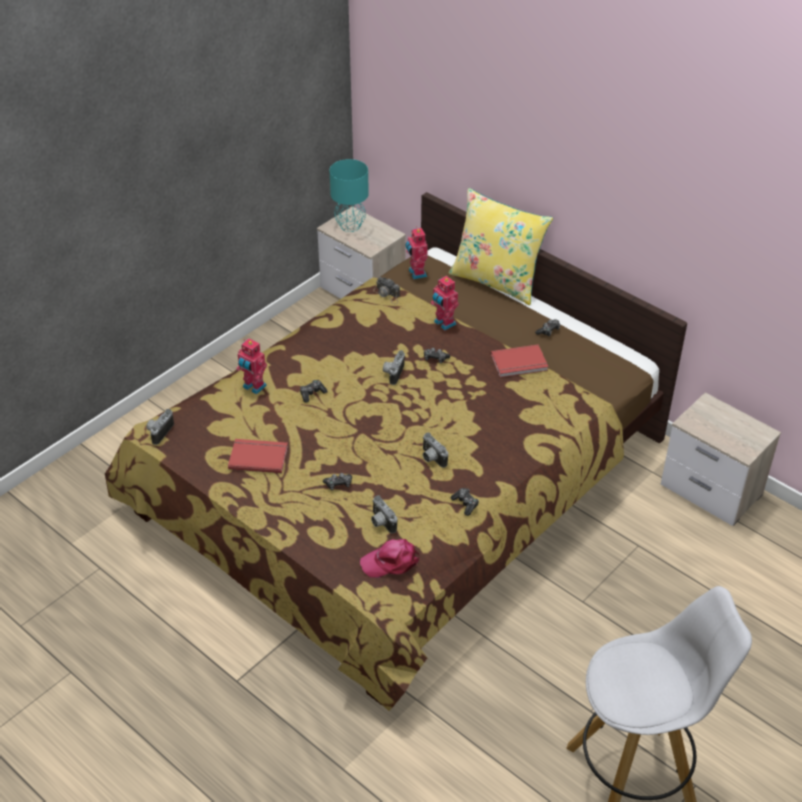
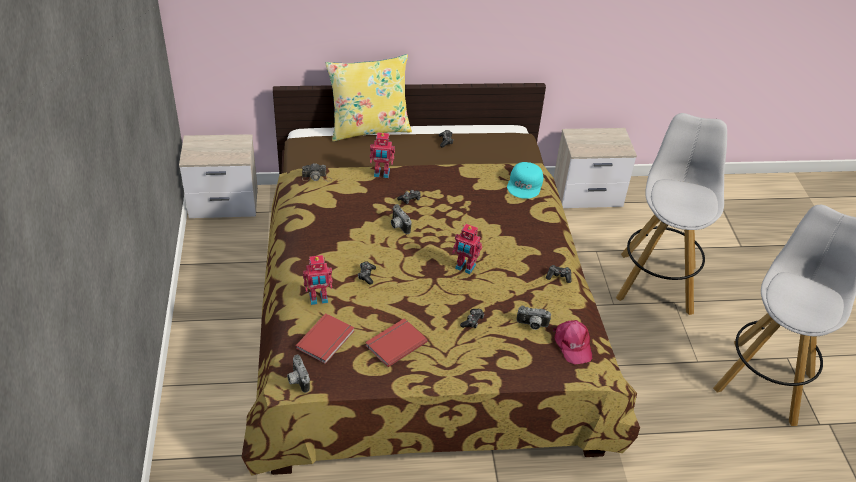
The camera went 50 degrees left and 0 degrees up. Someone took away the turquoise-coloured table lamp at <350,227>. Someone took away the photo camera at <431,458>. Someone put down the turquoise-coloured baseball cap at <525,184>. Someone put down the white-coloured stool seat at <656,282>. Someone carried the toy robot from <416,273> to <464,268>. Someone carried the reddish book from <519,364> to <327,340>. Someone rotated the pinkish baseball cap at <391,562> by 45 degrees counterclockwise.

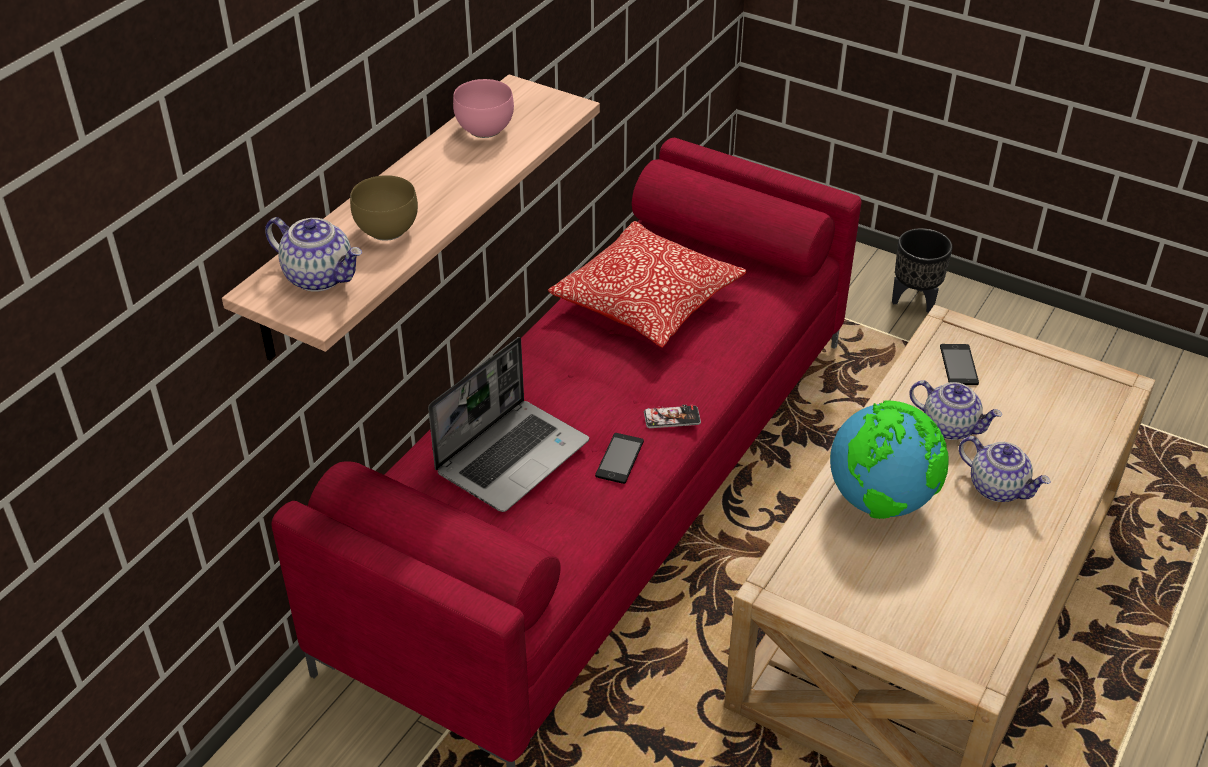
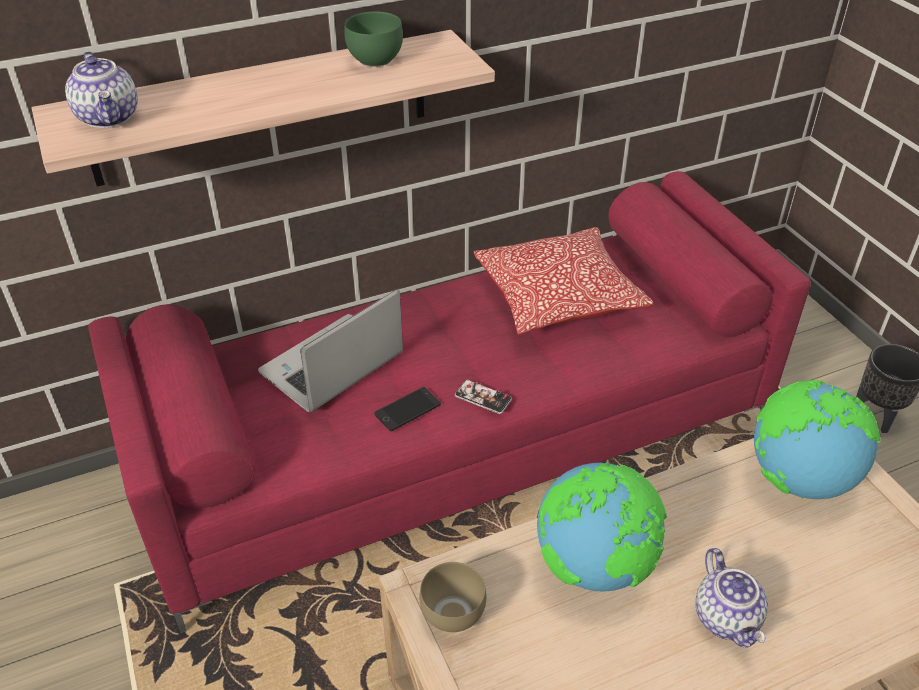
The camera went 35 degrees right and 0 degrees up. Someone took away the teapot at <950,427>. Someone carried the brownish deep dish from <384,230> to <450,613>. Someone swapped the phone at <958,365> for the world globe at <797,479>. Someone repainted the pinkish deep dish at <486,130>, which became the green-coloured deep dish at <376,61>. Someone rotated the portable computer at <512,456> by 150 degrees clockwise.

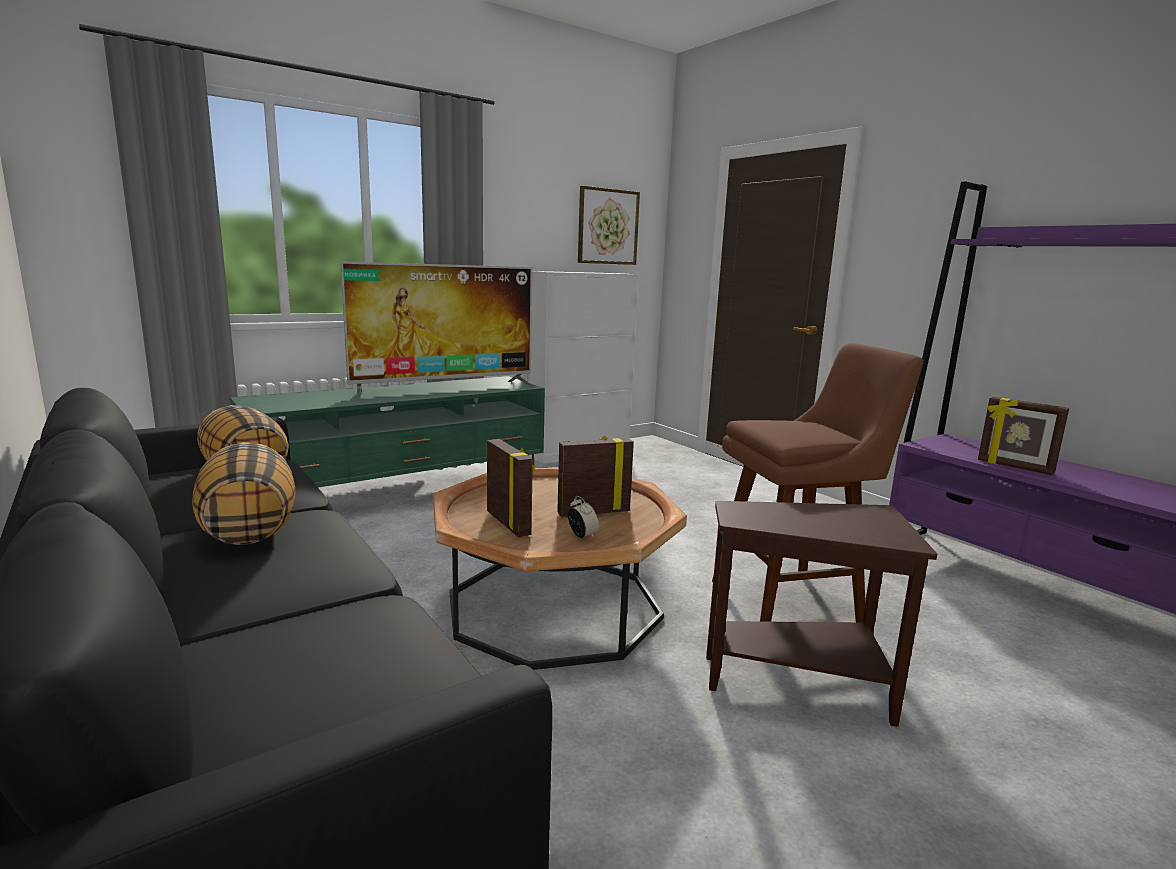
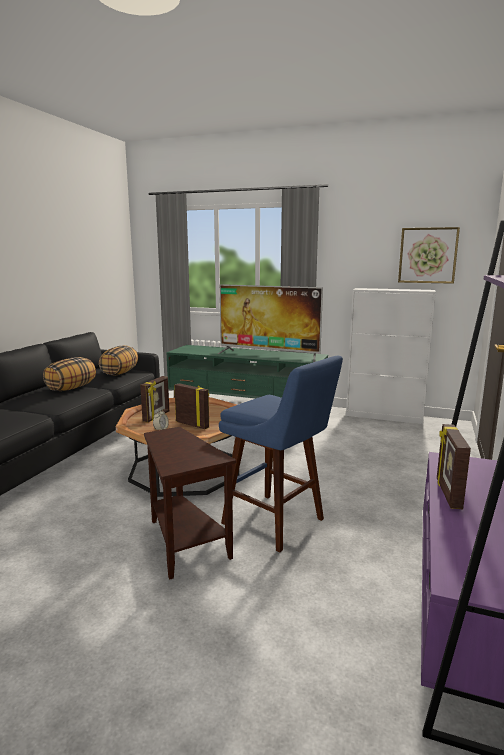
The camera went 55 degrees right and 0 degrees up. Someone repainted the brownish stool seat at <793,601>, which became the blue stool seat at <278,523>.

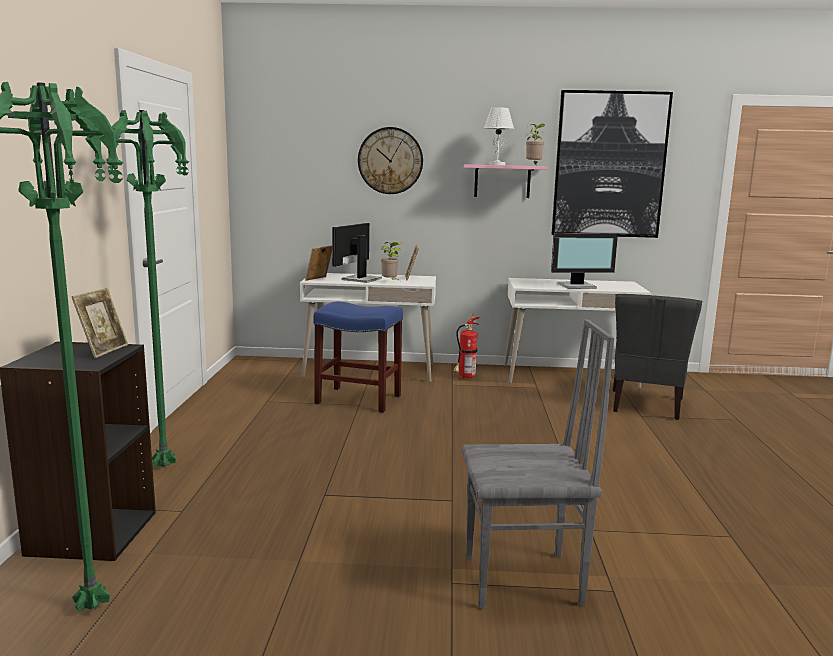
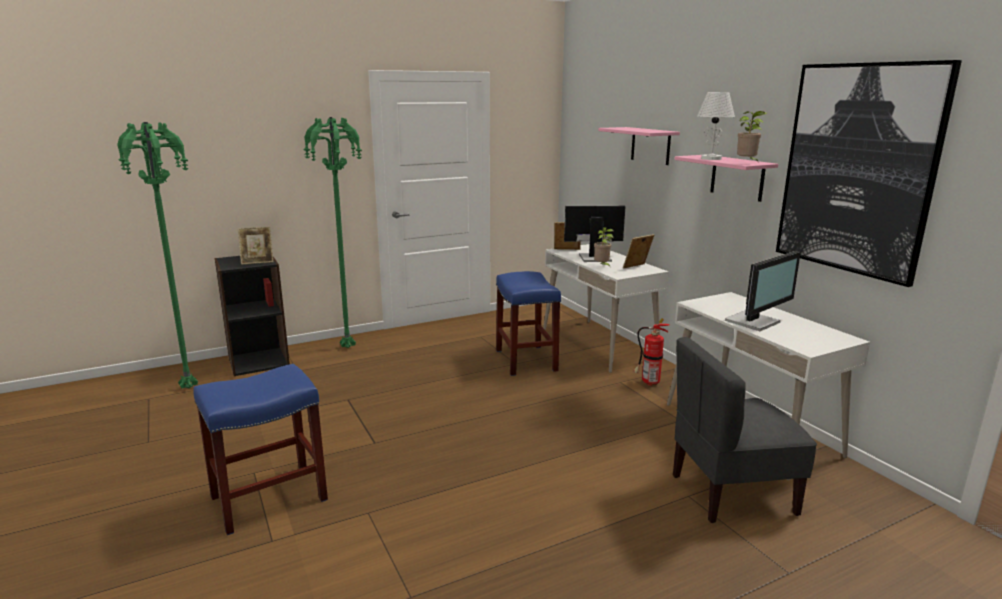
The camera went 60 degrees right and 5 degrees up. Someone swapped the wall clock at <390,161> for the pinkish bracket shelf at <650,145>. Someone swapped the grey upright chair at <524,581> for the blue stool seat at <268,499>. Someone rotated the computer display at <578,286> by 90 degrees counterclockwise.

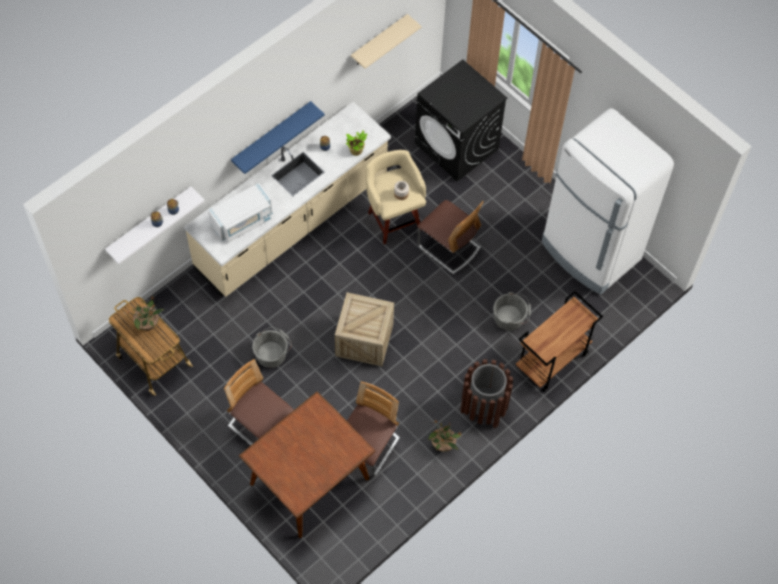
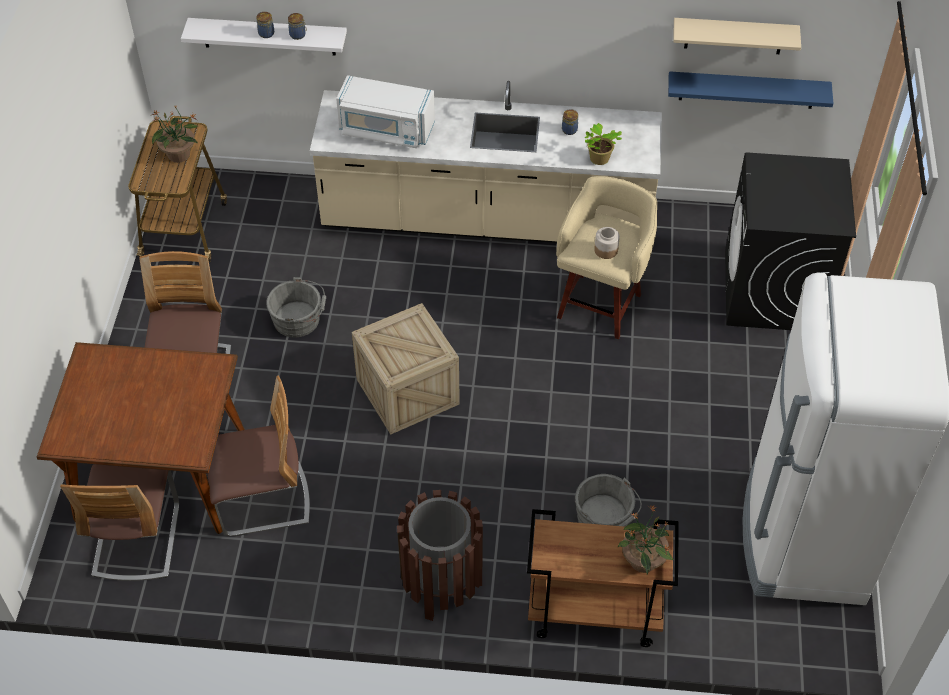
The camera went 50 degrees right and 10 degrees down. Someone carried the blue bracket shelf from <271,136> to <747,90>. Someone carried the upright chair from <448,247> to <136,540>. Someone carried the potted plant from <443,445> to <643,561>.

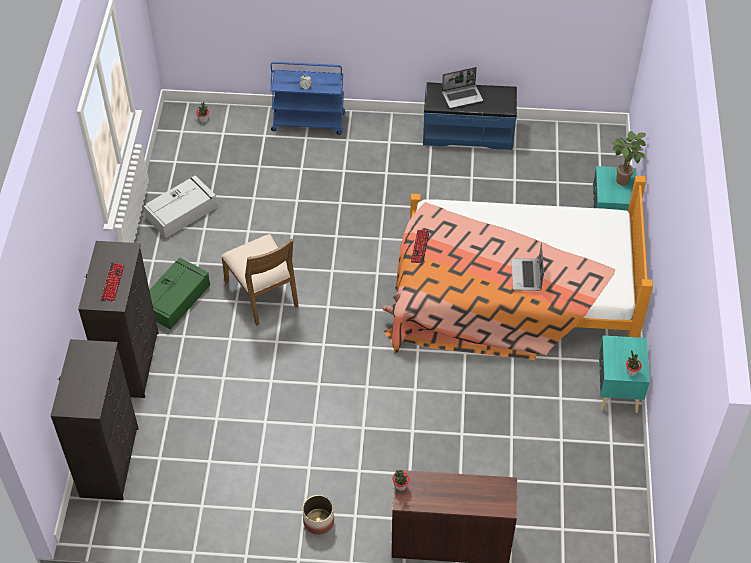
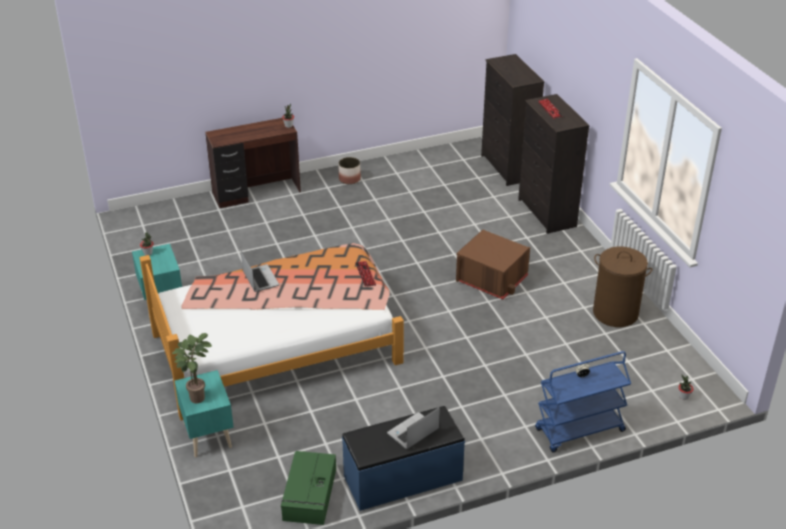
The camera went 155 degrees right and 15 degrees down. Someone carried the green-coloured storage bin from <176,298> to <309,495>. Someone swapped the grey storage bin at <182,212> for the brownish laundry basket at <615,313>. Someone swapped the brownish upright chair at <263,294> for the brownish storage bin at <491,278>.

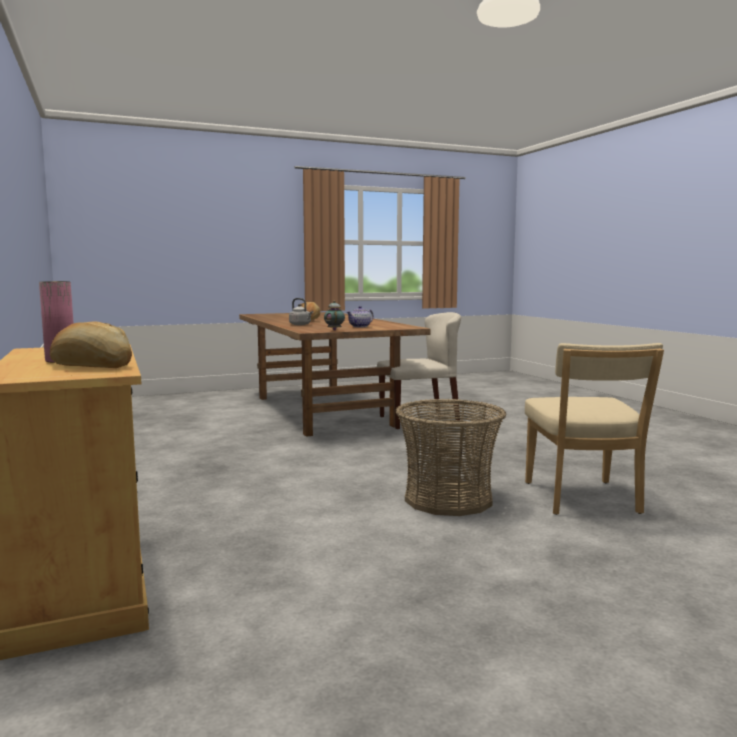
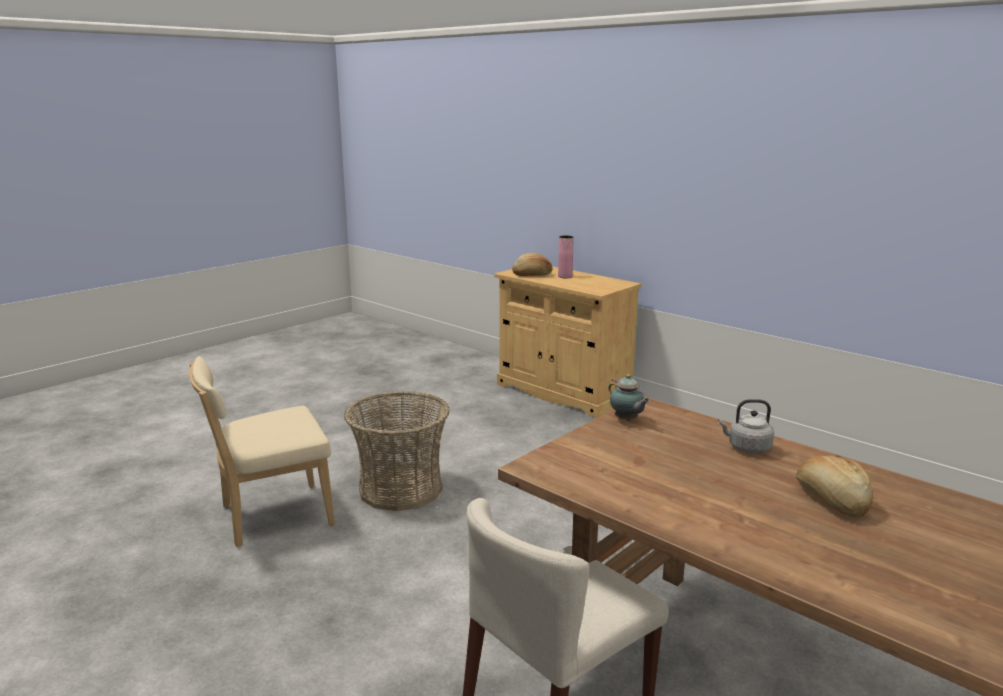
The camera went 155 degrees right and 10 degrees up. Someone took away the teapot at <360,326>. Someone rotated the beige-coloured upright chair at <583,500> by 90 degrees counterclockwise.

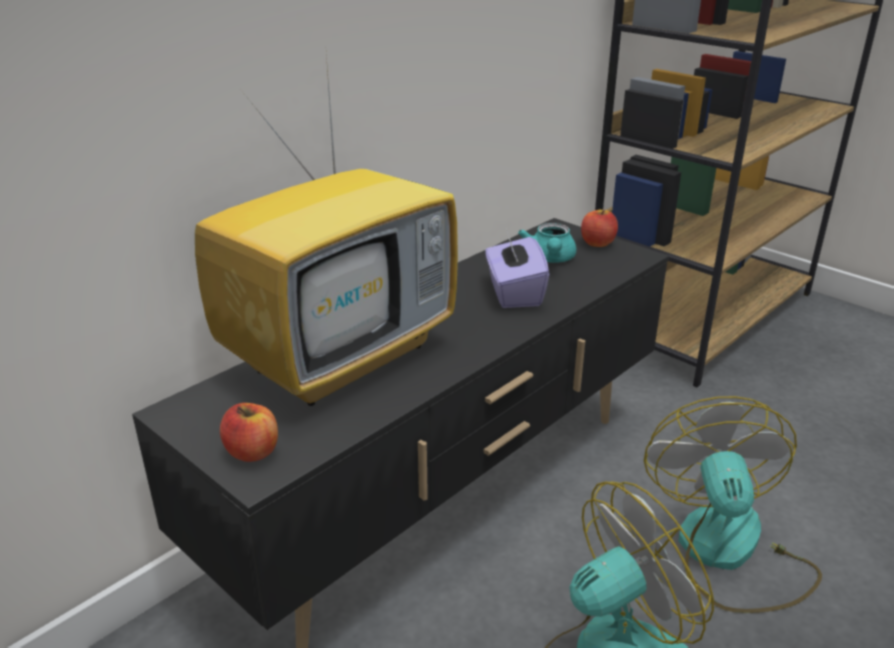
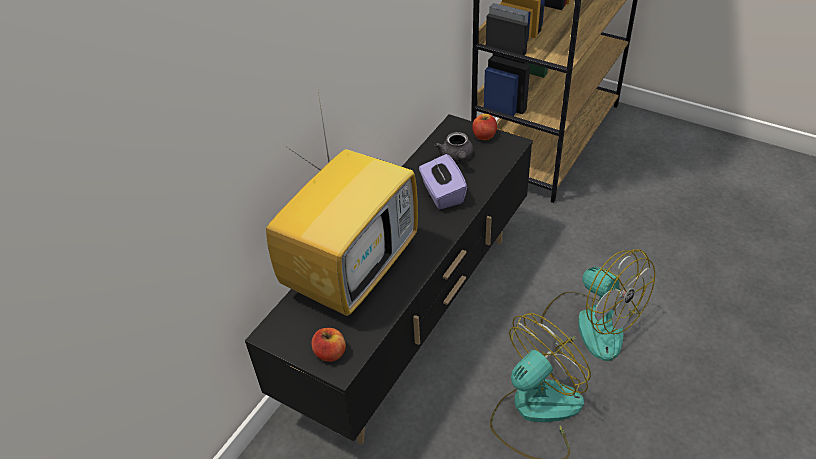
The camera went 10 degrees left and 15 degrees up. Someone repainted the turquoise-coloured teapot at <550,259>, which became the grey teapot at <457,157>. Someone rotated the electric fan at <727,553> by 150 degrees clockwise.

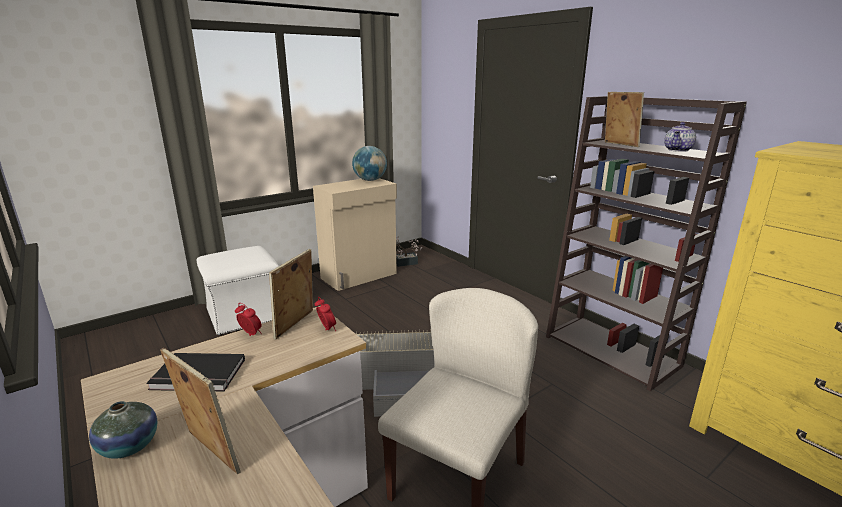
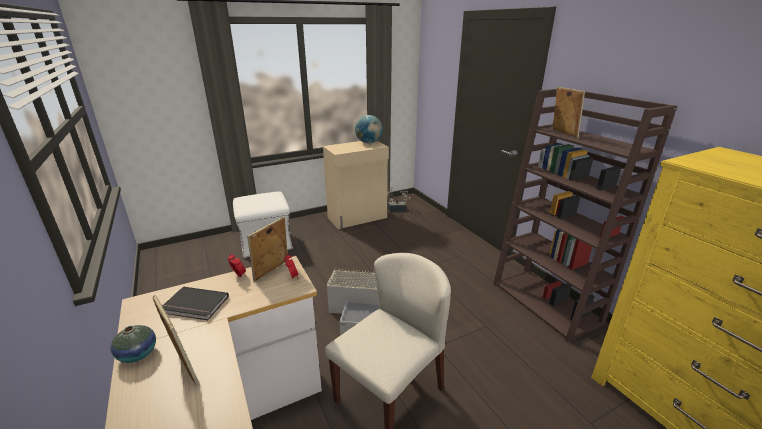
The camera went 10 degrees right and 5 degrees up. Someone took away the teapot at <678,150>.

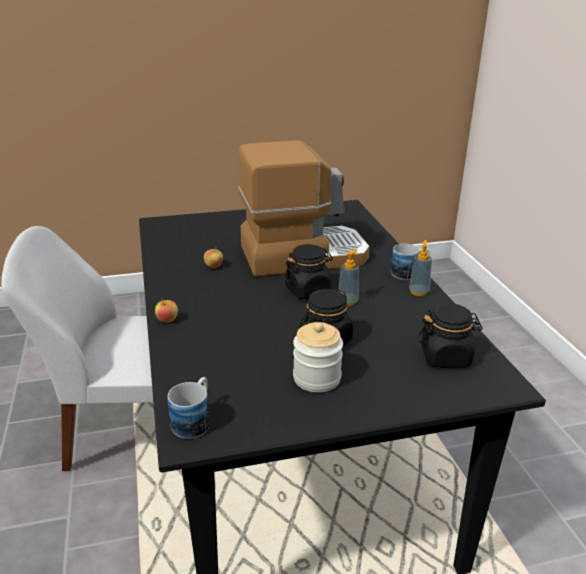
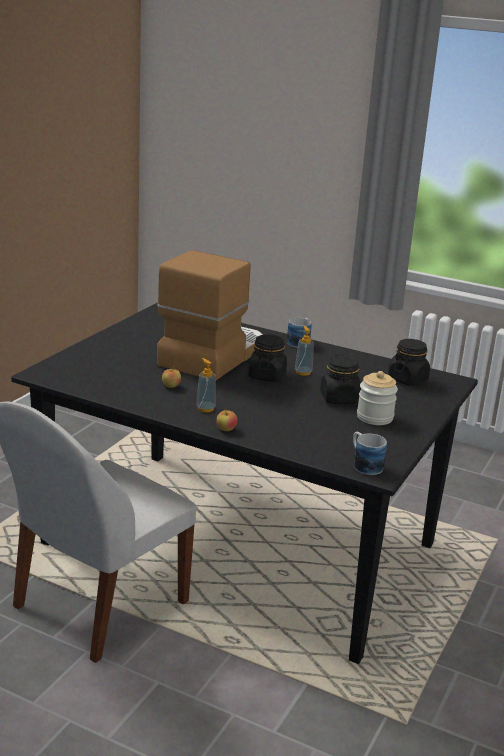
The camera went 50 degrees left and 5 degrees down. Someone carried the liquid soap bottle from <418,292> to <205,408>.

